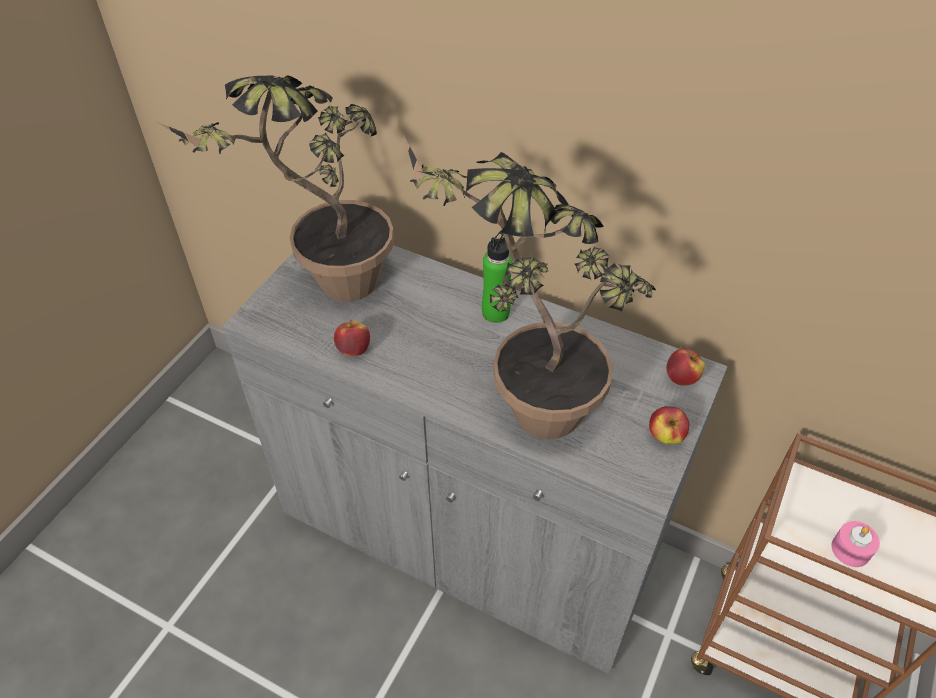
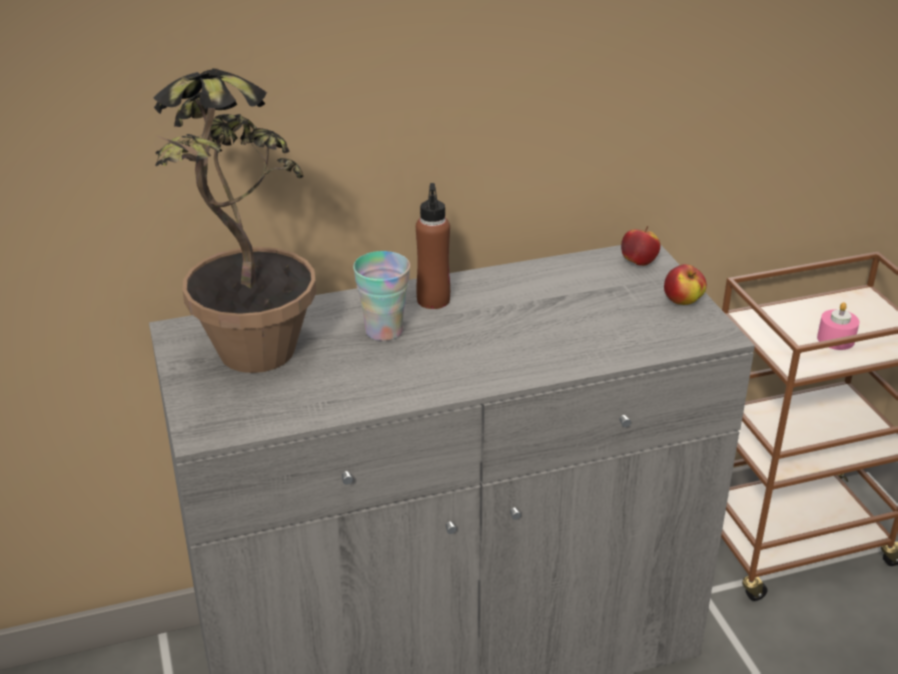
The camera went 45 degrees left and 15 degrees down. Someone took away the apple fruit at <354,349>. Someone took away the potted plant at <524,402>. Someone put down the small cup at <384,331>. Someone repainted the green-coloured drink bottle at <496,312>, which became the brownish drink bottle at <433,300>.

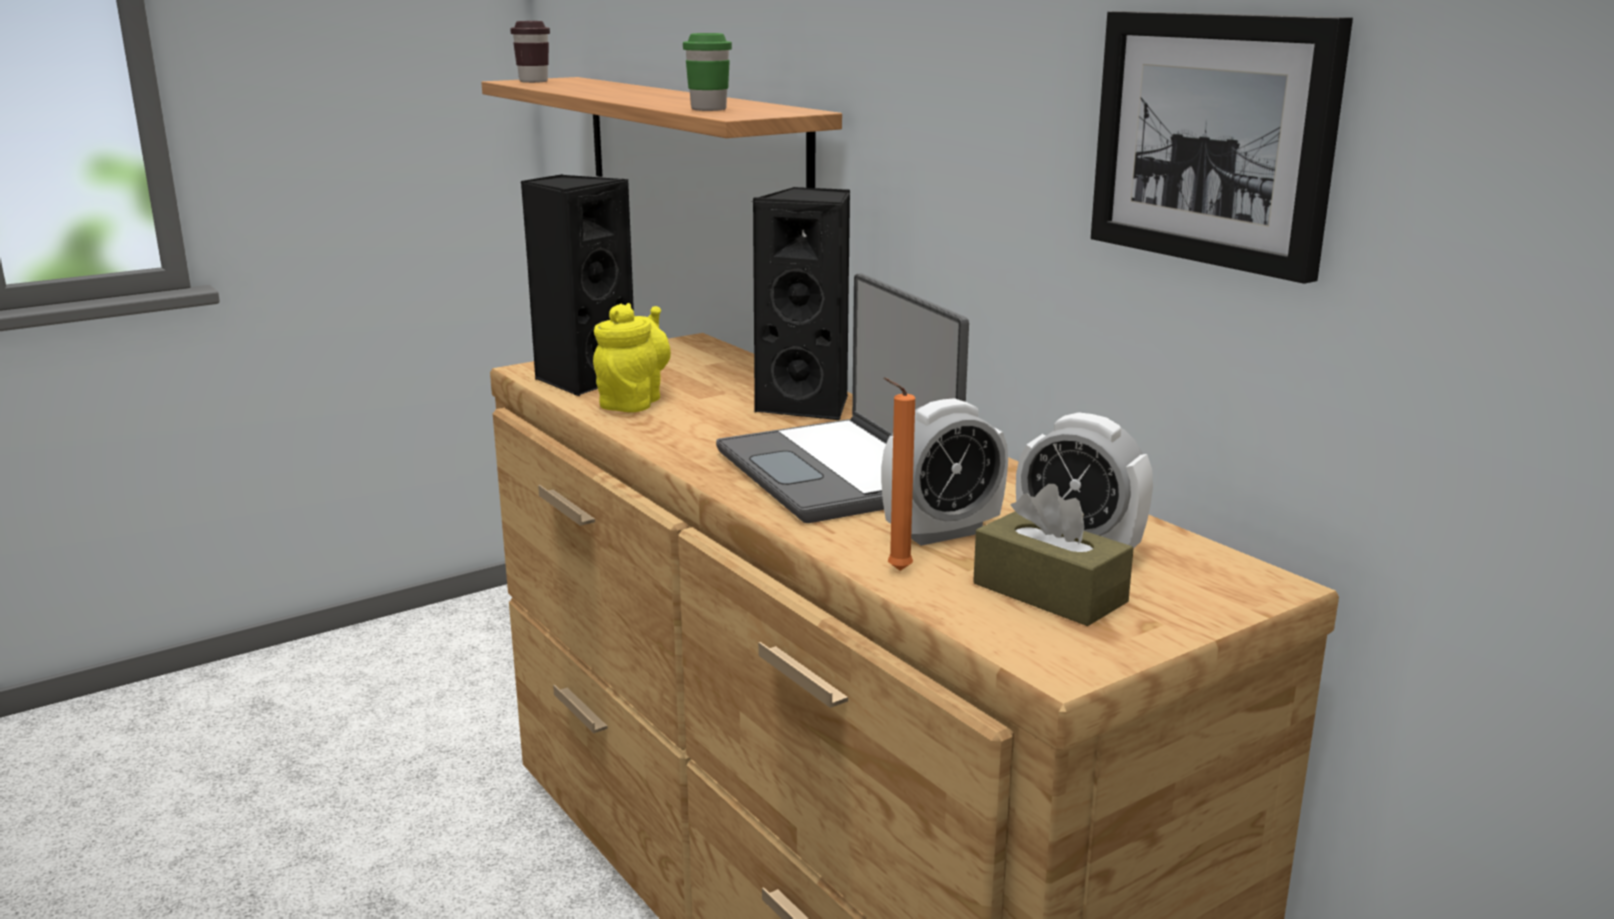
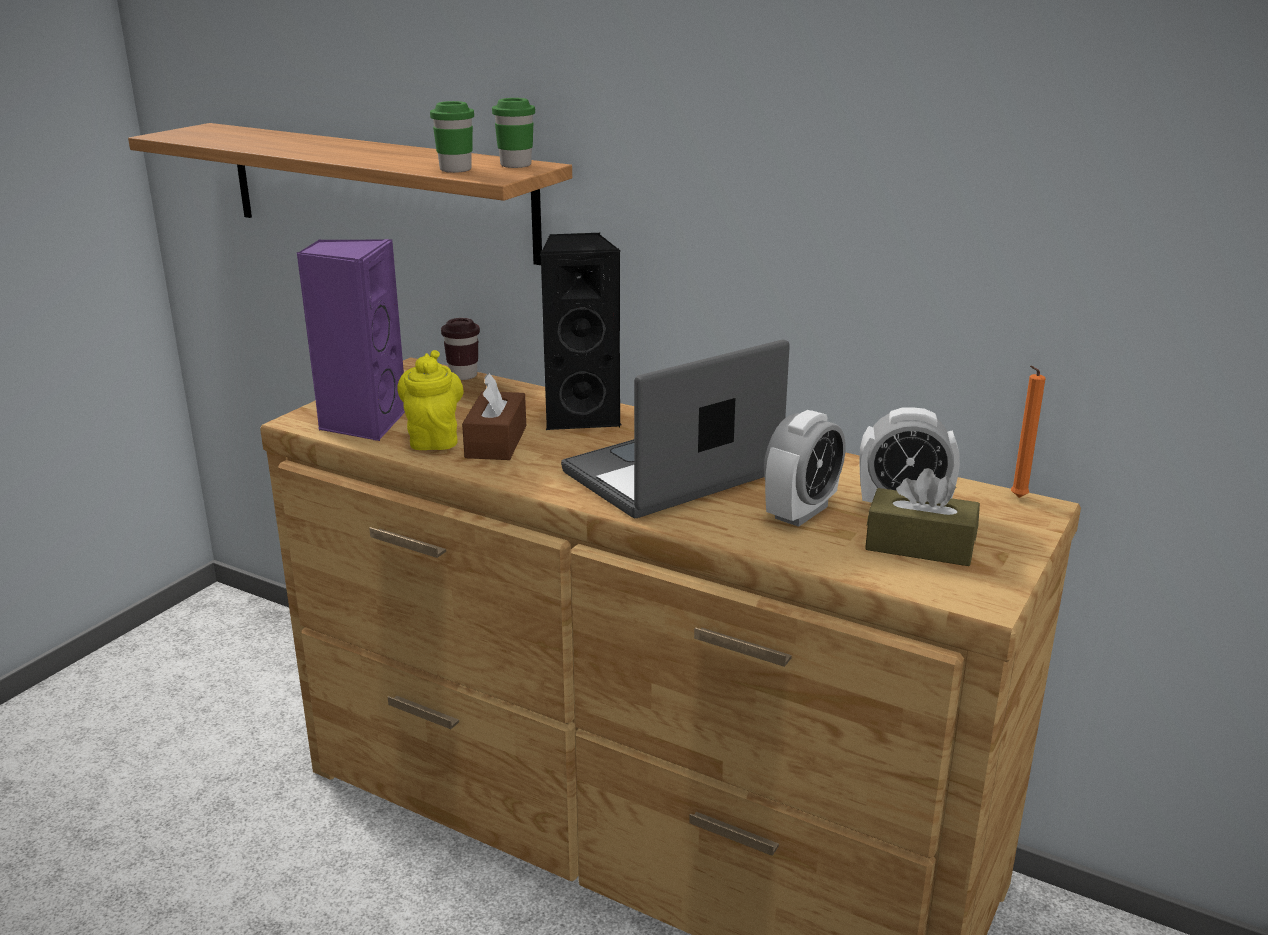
The camera went 25 degrees left and 5 degrees up. Someone took away the picture at <1214,139>. Someone put down the brownish tissue box at <496,442>. Someone put down the green-coloured small cup at <515,165>. Someone carried the brownish small cup from <533,81> to <463,375>. Someone carried the orange-coloured wax candle from <895,571> to <1016,498>. Someone repainted the black-coloured audio speaker at <582,379>, which became the purple-coloured audio speaker at <362,423>. Someone rotated the portable computer at <838,473> by 105 degrees clockwise.

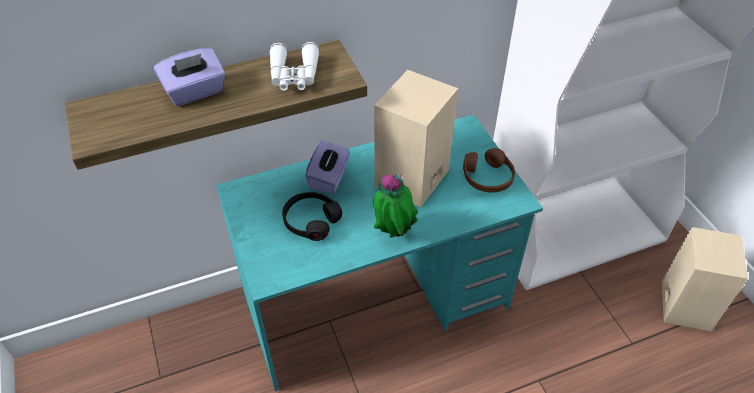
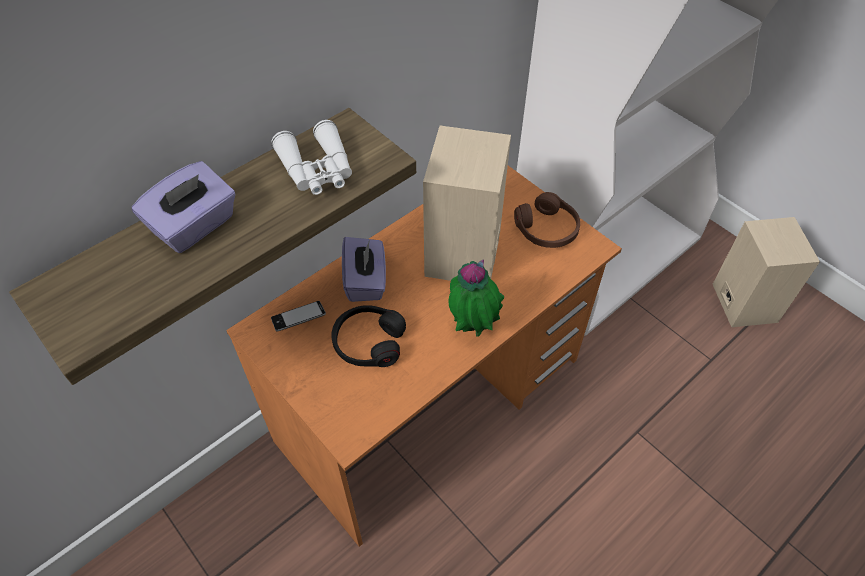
The camera went 20 degrees left and 5 degrees up. Someone put down the phone at <299,318>. Someone repainted the turquoise-coloured desk table at <376,302>, which became the orange-coloured desk table at <431,400>.

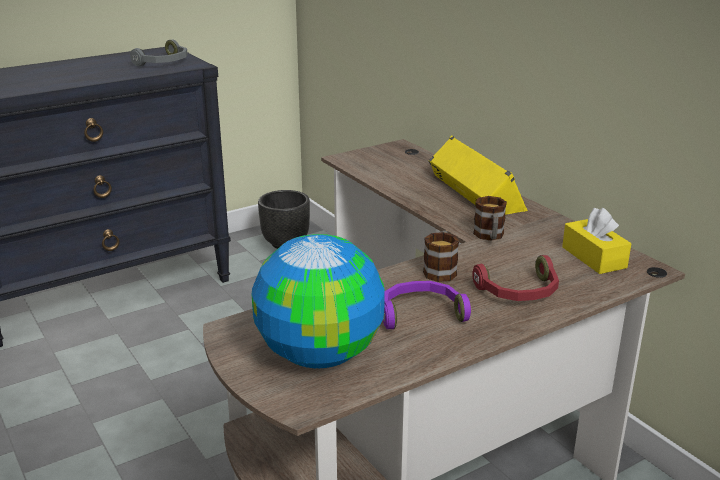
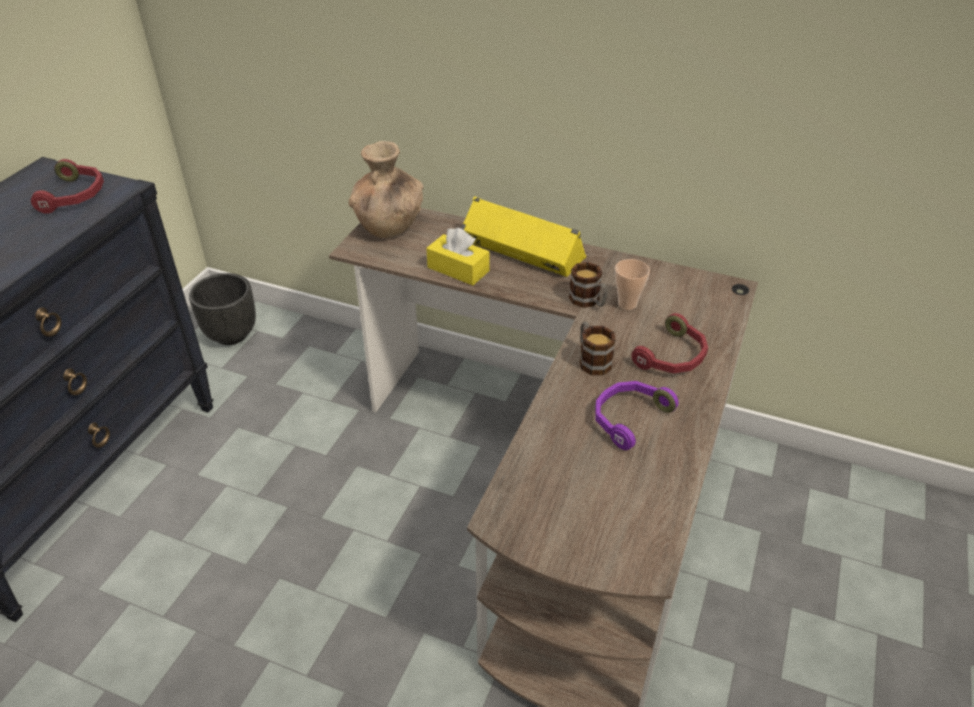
The camera went 35 degrees left and 15 degrees up. Someone took away the world globe at <319,354>. Someone put down the brownish vase at <389,226>. Someone put down the small cup at <627,304>. Someone carried the yellow tissue box from <594,257> to <458,269>. Someone repainted the grey headset at <164,63>, which became the reddish headset at <75,196>.

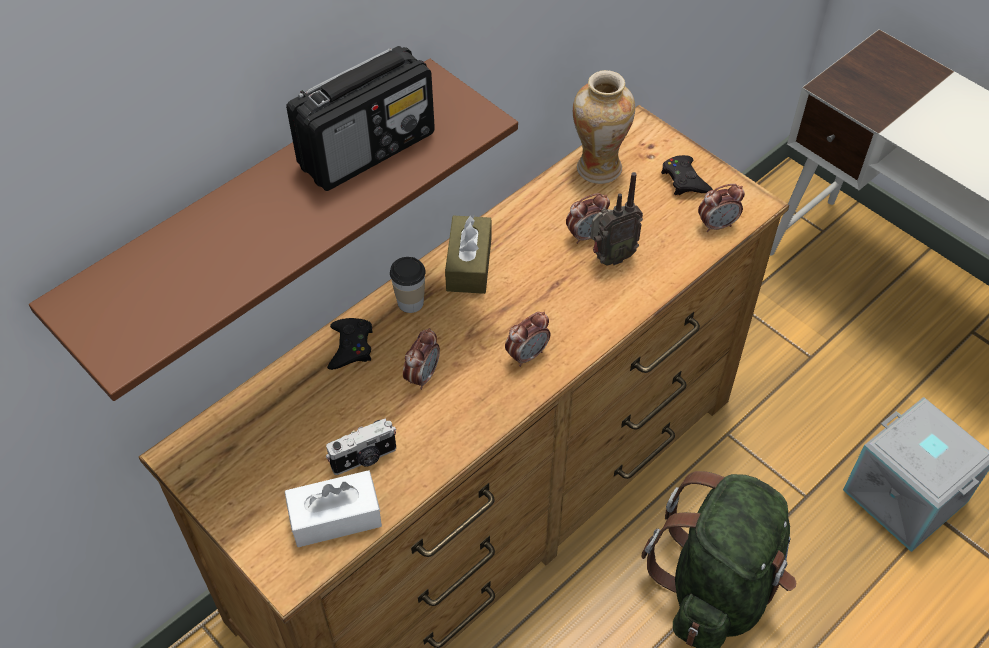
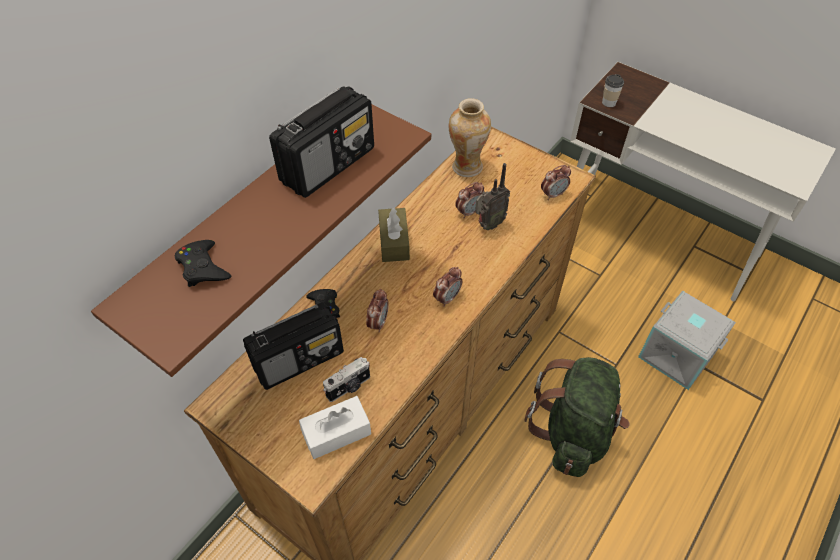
The camera went 10 degrees left and 0 degrees up. Someone put down the radio at <300,359>. Someone carried the small cup from <410,302> to <608,103>. Someone carried the black-coloured game controller from <684,180> to <203,267>.

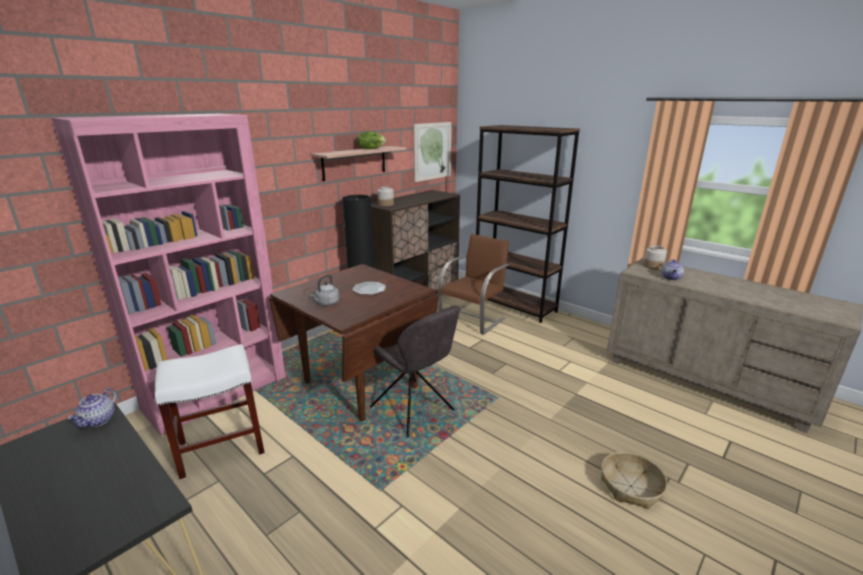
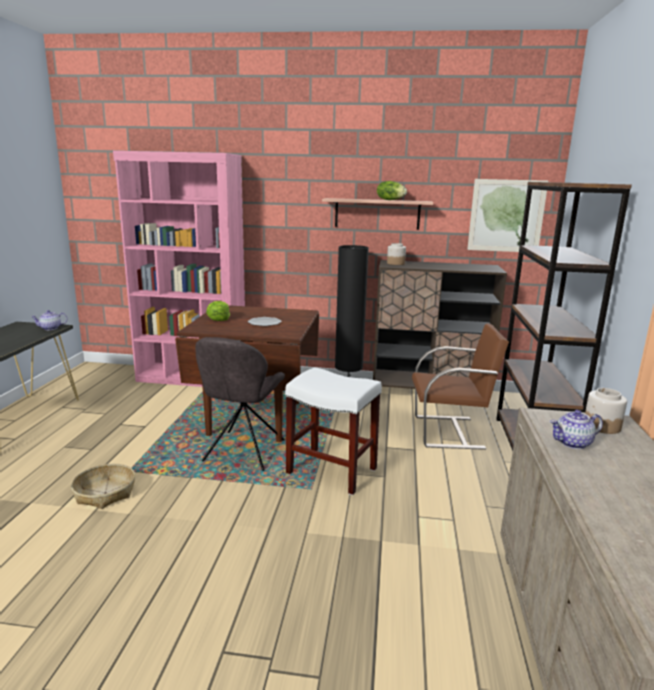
The camera went 55 degrees right and 5 degrees down. Someone carried the white-coloured stool seat from <222,447> to <332,471>. Someone carried the household basket from <631,486> to <105,493>. Someone swapped the grey water kettle at <326,303> for the lettuce at <219,319>.

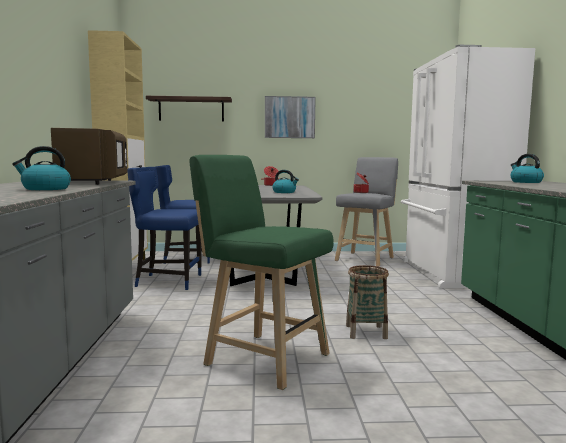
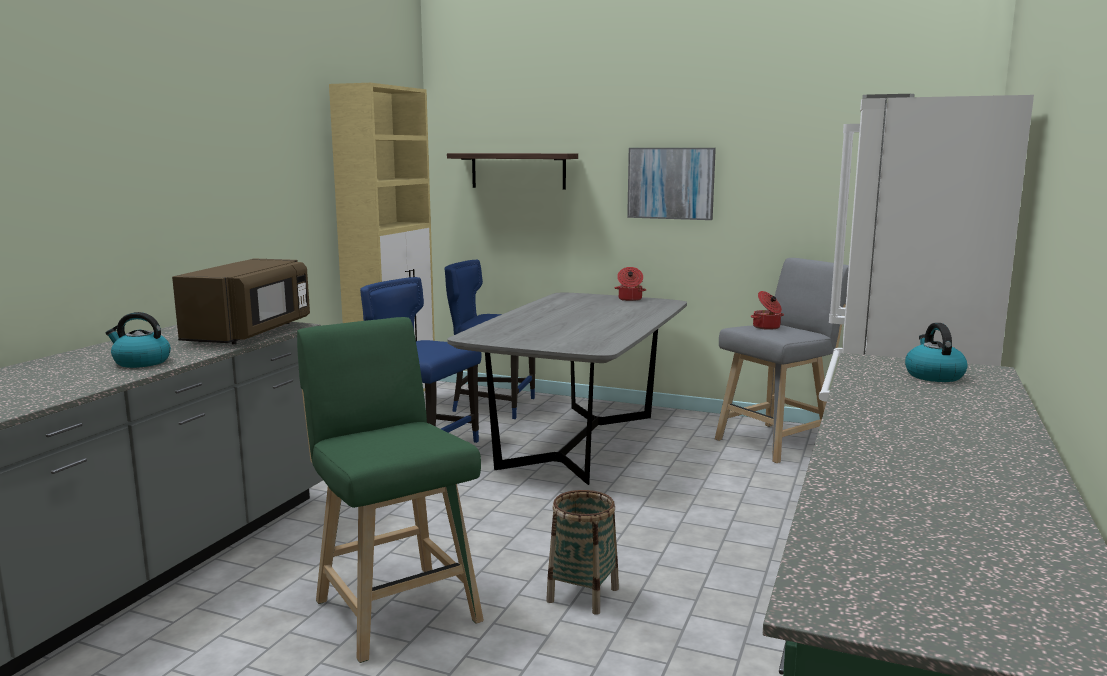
The camera went 25 degrees right and 5 degrees up. Someone took away the water kettle at <284,192>.

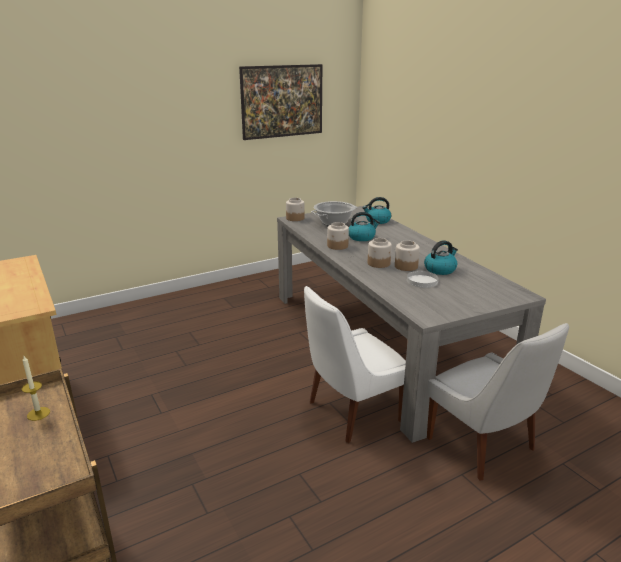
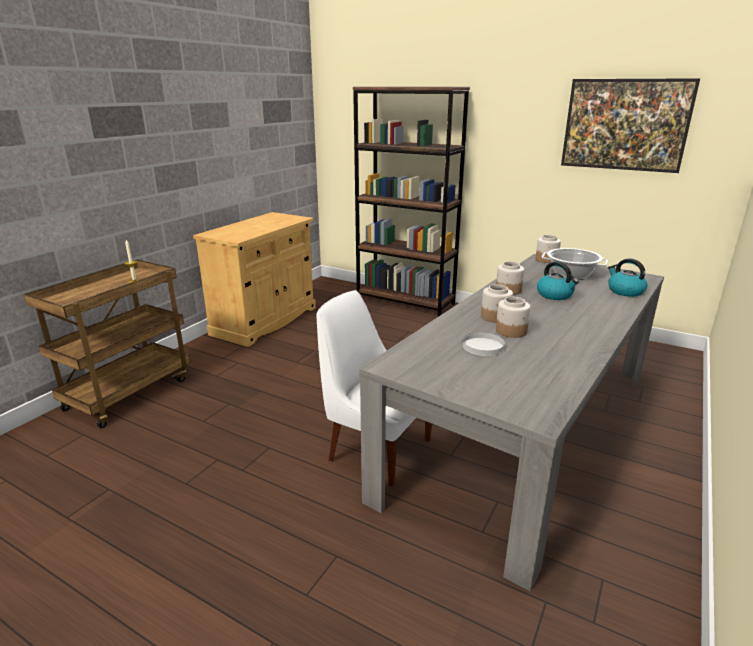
The camera went 60 degrees right and 0 degrees up. Someone took away the water kettle at <440,269>. Someone took away the white-coloured upright chair at <483,446>. Someone put down the brownish bookshelf at <405,301>.

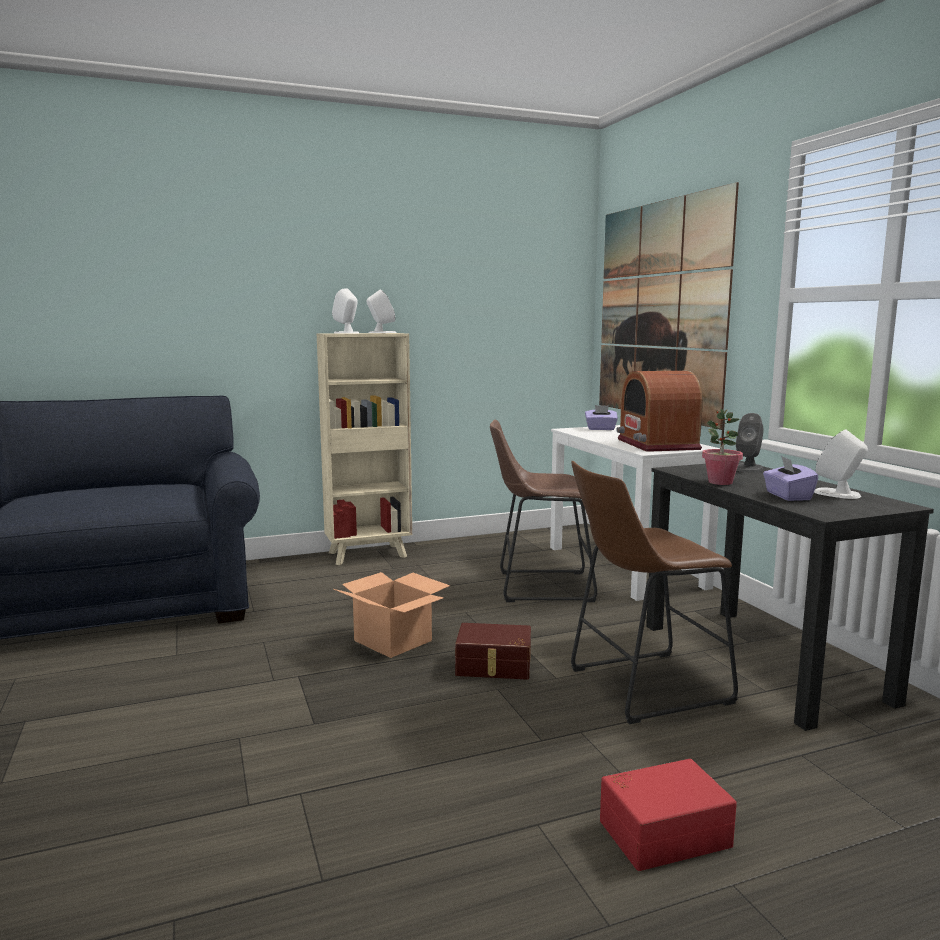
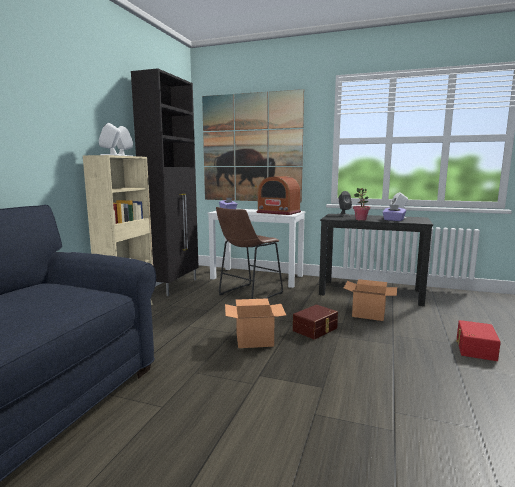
The camera went 50 degrees left and 0 degrees up. Someone put down the black-coloured cupboard at <174,286>. Someone swapped the brownish stool seat at <641,687> for the carton at <368,313>.

